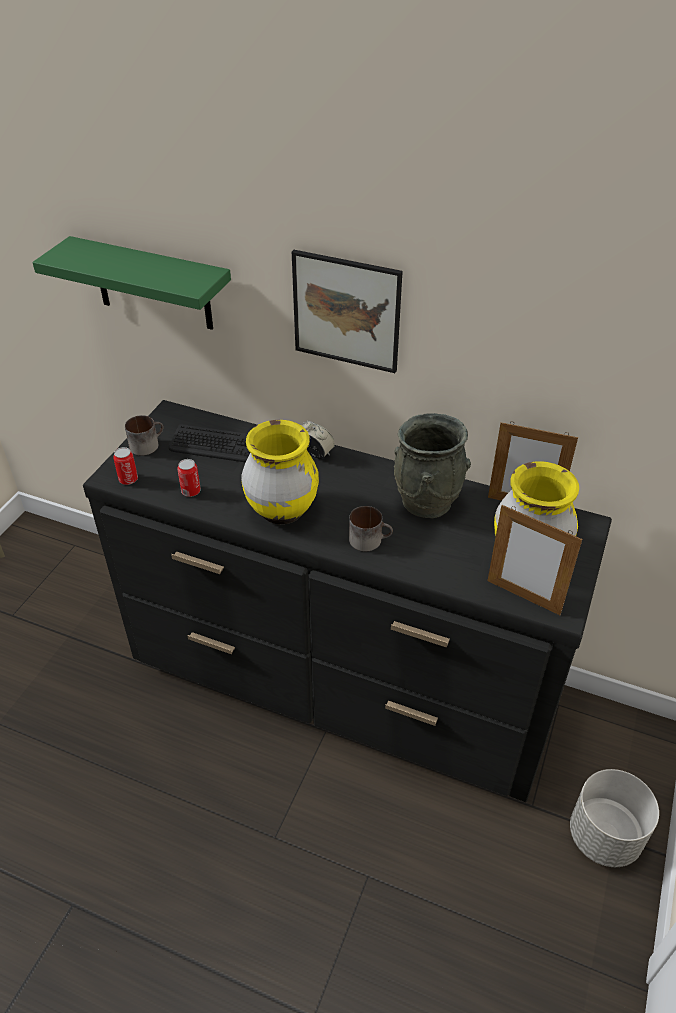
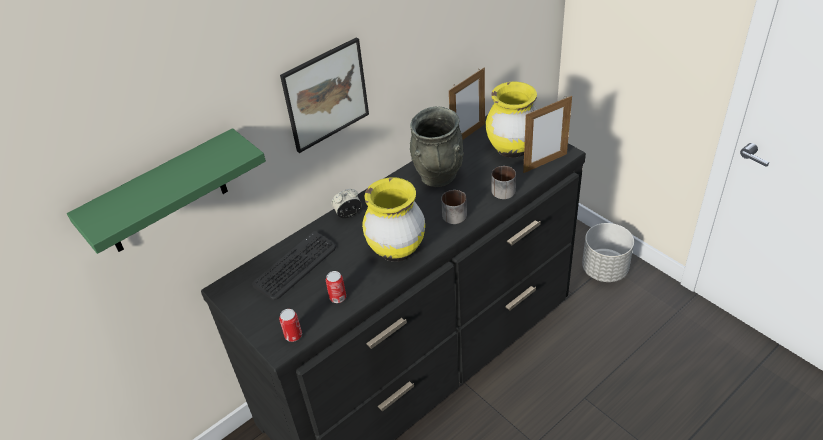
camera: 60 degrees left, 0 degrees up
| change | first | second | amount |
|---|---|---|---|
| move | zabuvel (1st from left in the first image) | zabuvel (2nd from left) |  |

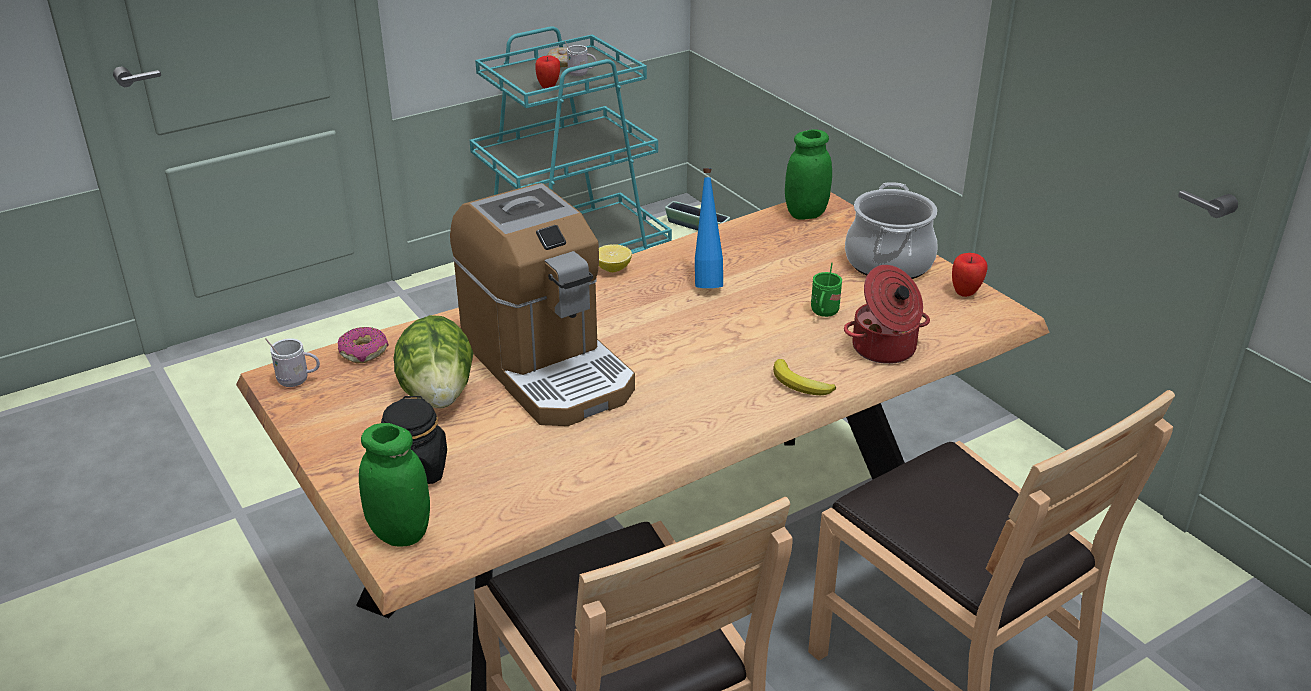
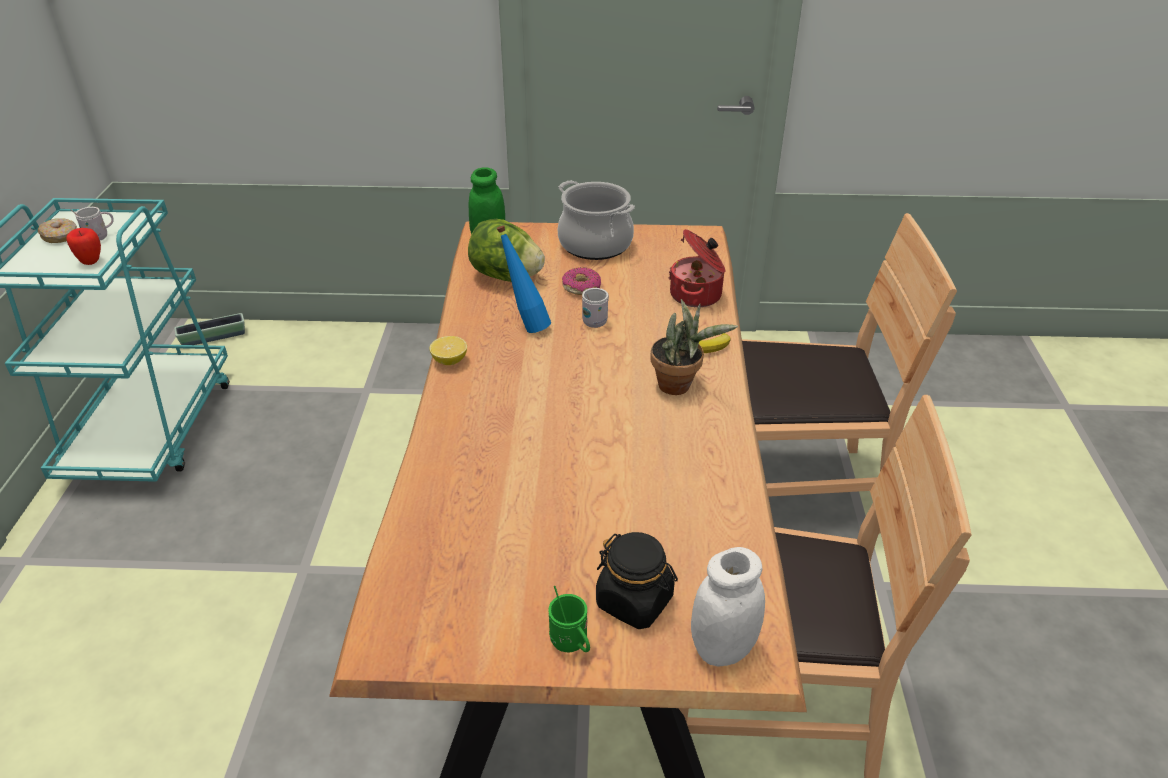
camera: 55 degrees left, 5 degrees up
| change | first | second | amount |
|---|---|---|---|
| delete | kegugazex |  |  |
| delete | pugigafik (2nd from left) |  |  |
| insert |  | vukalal |  |
| move | zabuvel (white) (1st from left in the first image) | zabuvel (white) (2nd from left) |  |
| move | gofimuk (1st from left in the first image) | gofimuk (2nd from left) |  |
| move | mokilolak |  |  |
| move | zabuvel (green) |  |  |
| recolor | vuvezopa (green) (1st from left) | vuvezopa (white) |  |

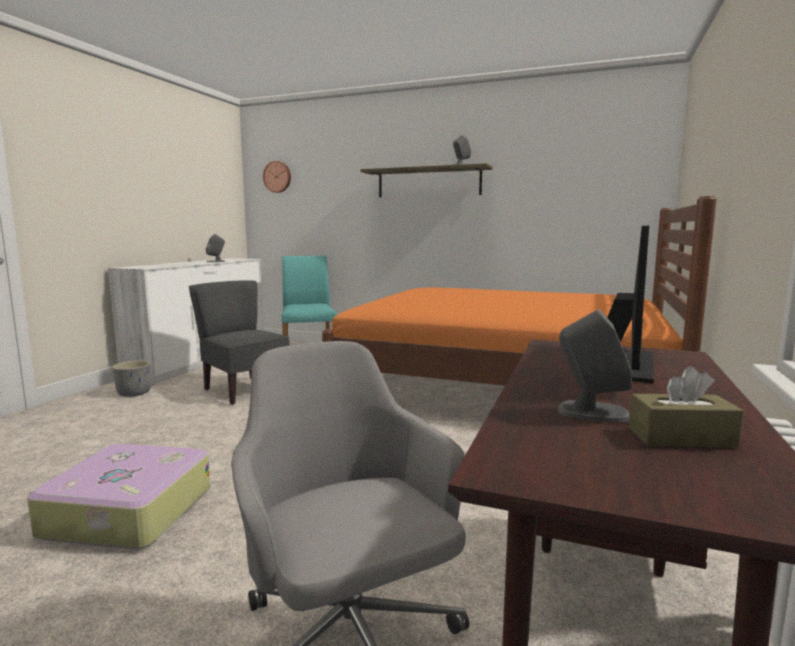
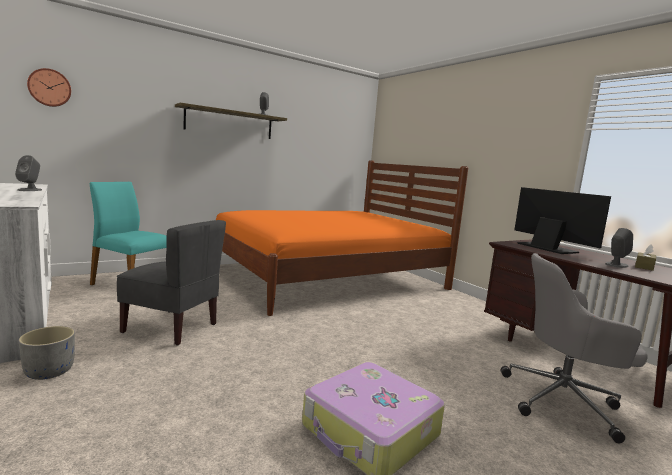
camera: 55 degrees left, 0 degrees up
| change | first | second | amount |
|---|---|---|---|
| rotate | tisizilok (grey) |  | 150 degrees counterclockwise |

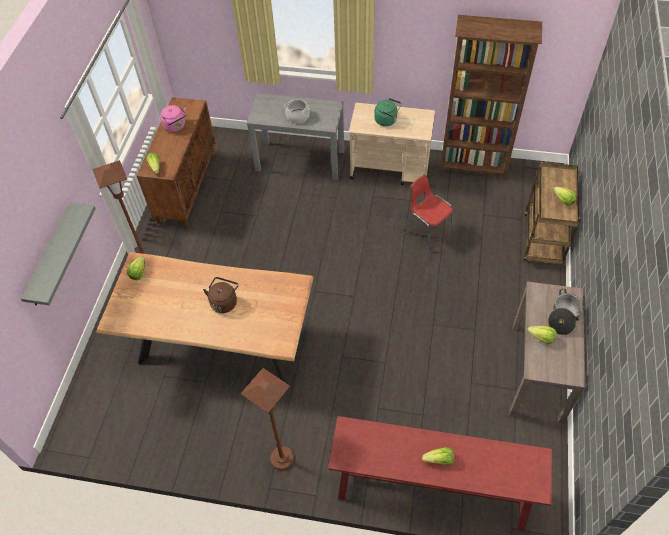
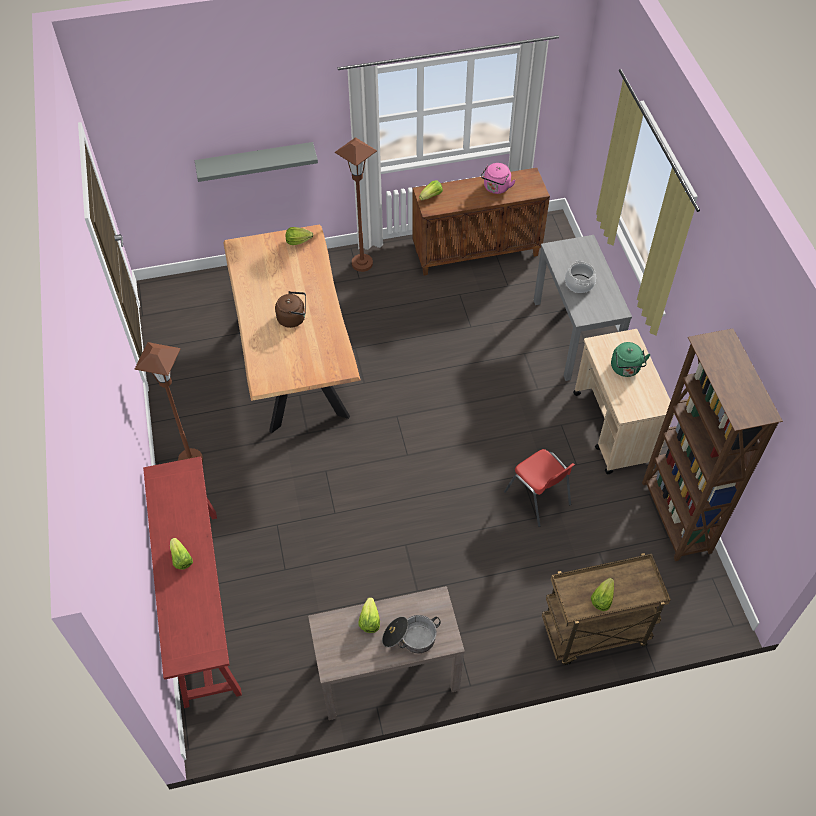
camera: 65 degrees right, 0 degrees up
| change | first | second | amount |
|---|---|---|---|
| rotate | tisizilok (red) |  | 120 degrees clockwise |

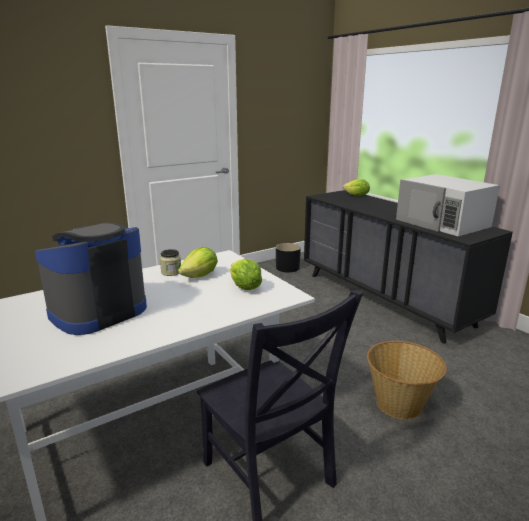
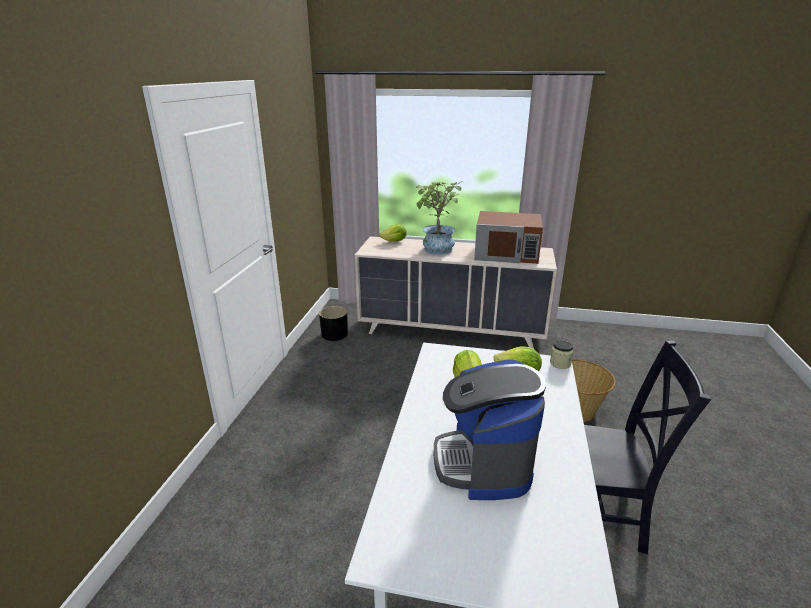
camera: 45 degrees left, 5 degrees up
| change | first | second | amount |
|---|---|---|---|
| insert |  | vukalal |  |
| move | vuvezopa |  |  |
| recolor | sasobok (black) | sasobok (beige) |  |
| recolor | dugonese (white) | dugonese (brown) |  |

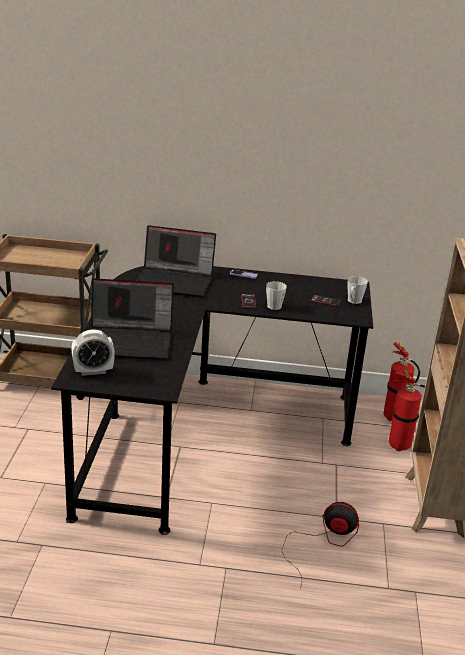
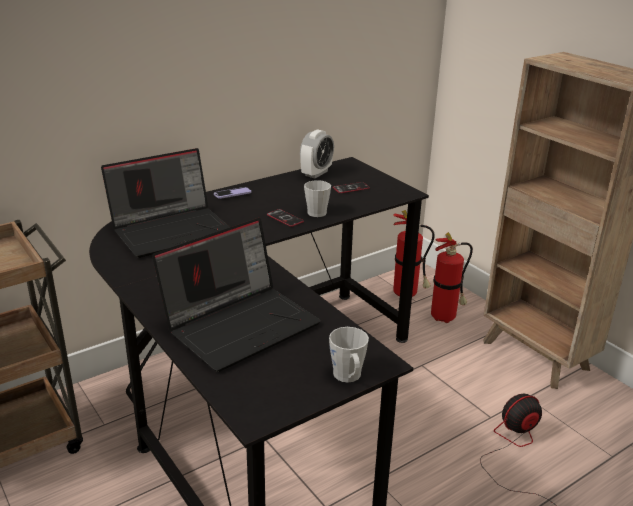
camera: 40 degrees left, 0 degrees up
| change | first | second | amount |
|---|---|---|---|
| move | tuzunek |  |  |
| move | zabuvel (grey) (2nd from left) |  |  |

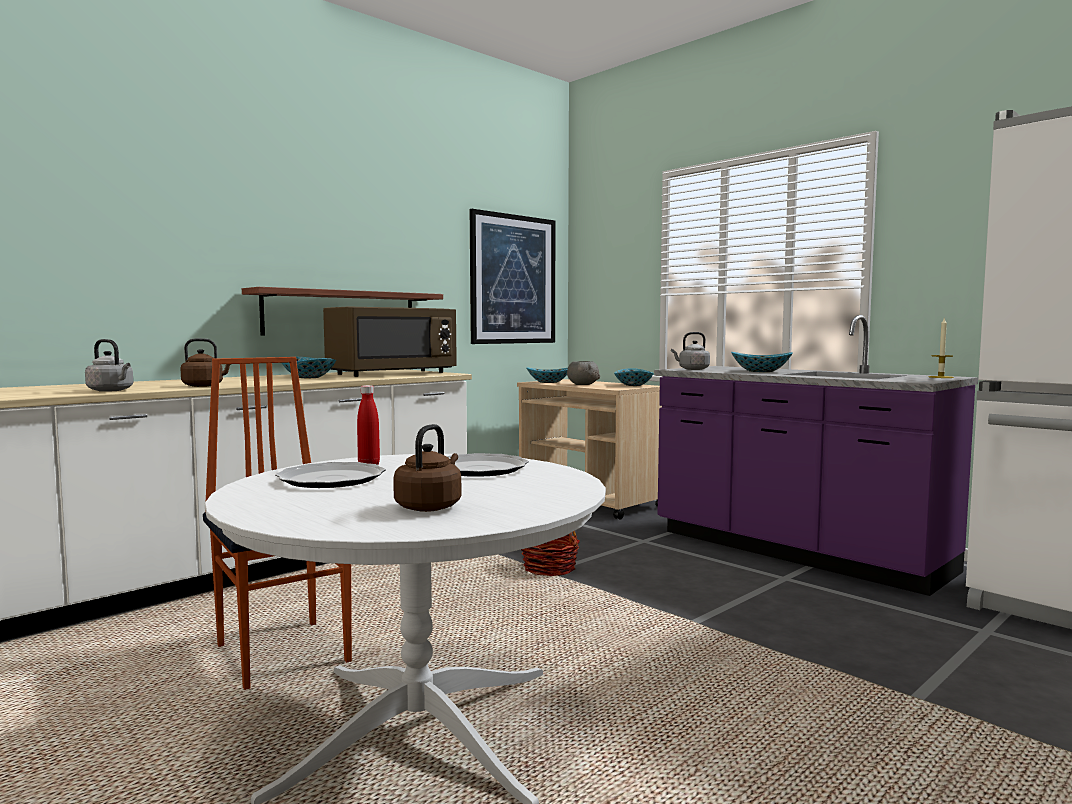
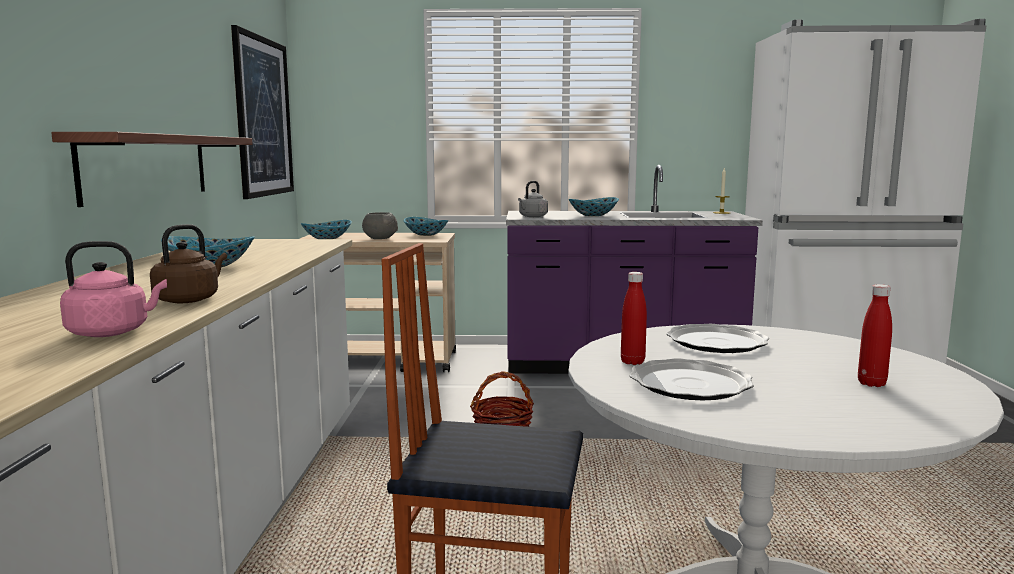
camera: 45 degrees left, 5 degrees up
| change | first | second | amount |
|---|---|---|---|
| delete | dugonese (brown) |  |  |
| replace | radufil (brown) (2nd from left) | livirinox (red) (2nd from left) |  |
| recolor | radufil (grey) (1st from left) | radufil (pink) |  |

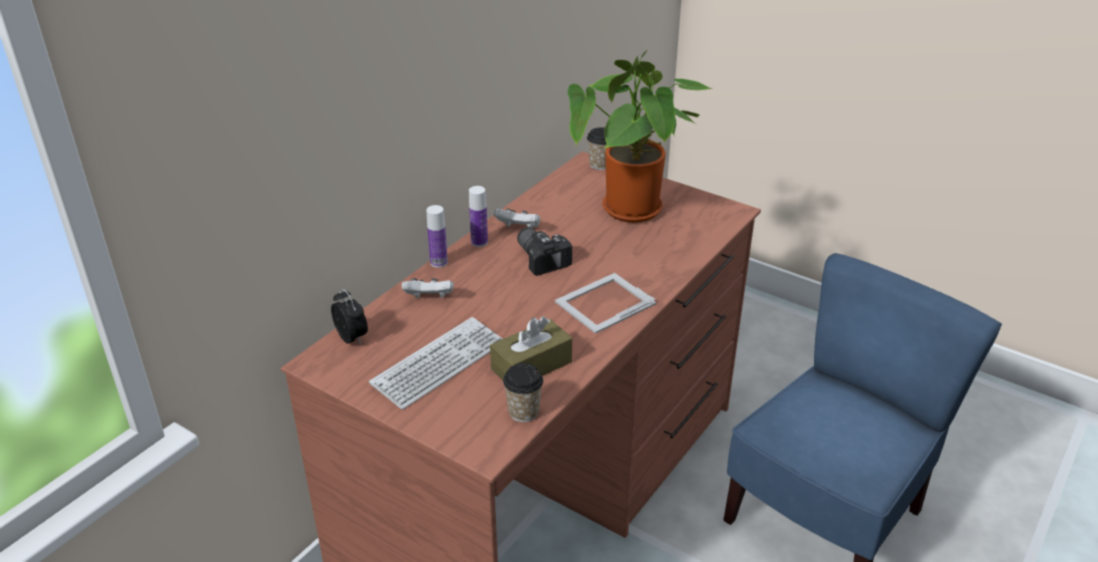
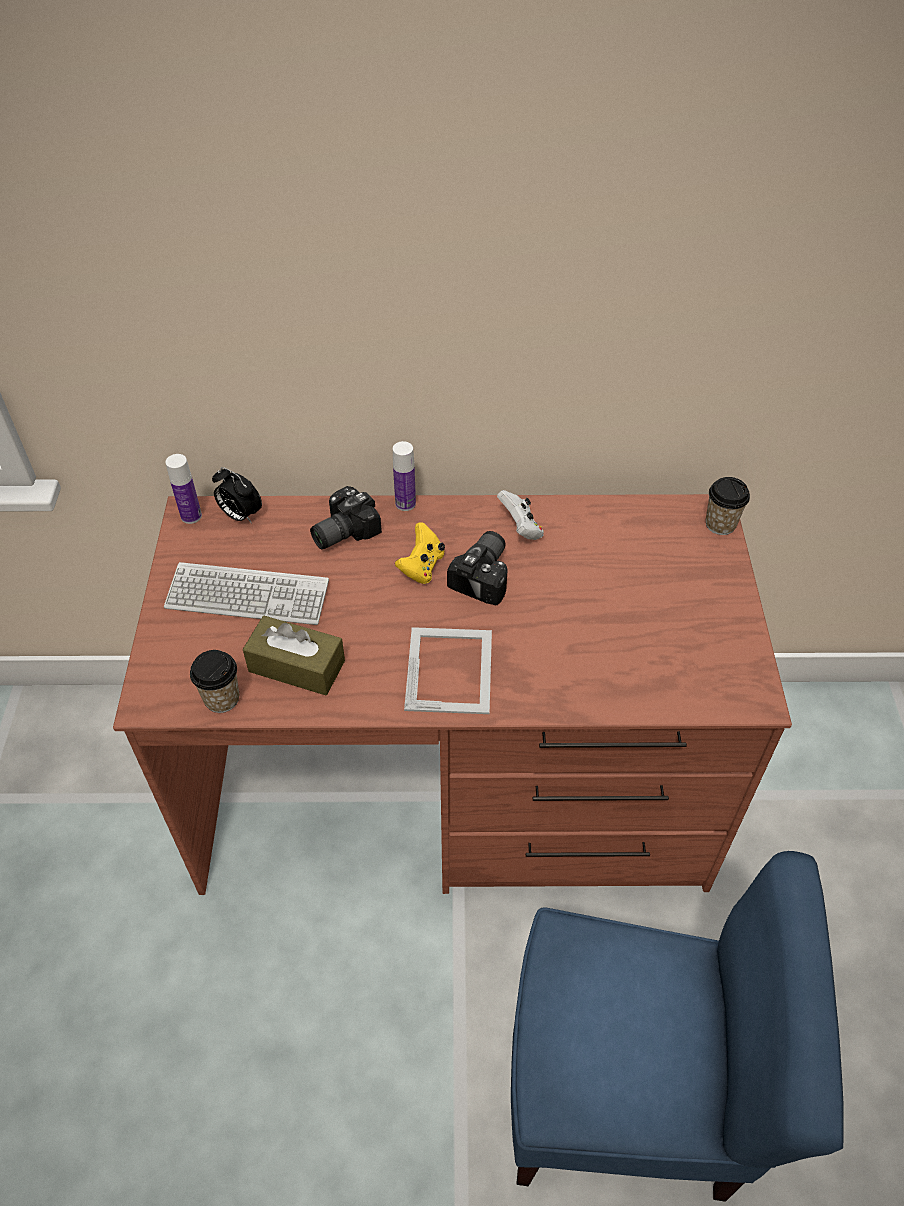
camera: 55 degrees right, 15 degrees up
| change | first | second | amount |
|---|---|---|---|
| delete | vukalal |  |  |
| insert |  | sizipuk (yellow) |  |
| move | livirinox (2nd from left in the first image) | livirinox (1st from left) |  |
| replace | sizipuk (white) (1st from left) | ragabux (1st from left) |  |
| rotate | tuzunek |  | 105 degrees clockwise |
| rotate | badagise |  | 75 degrees clockwise |

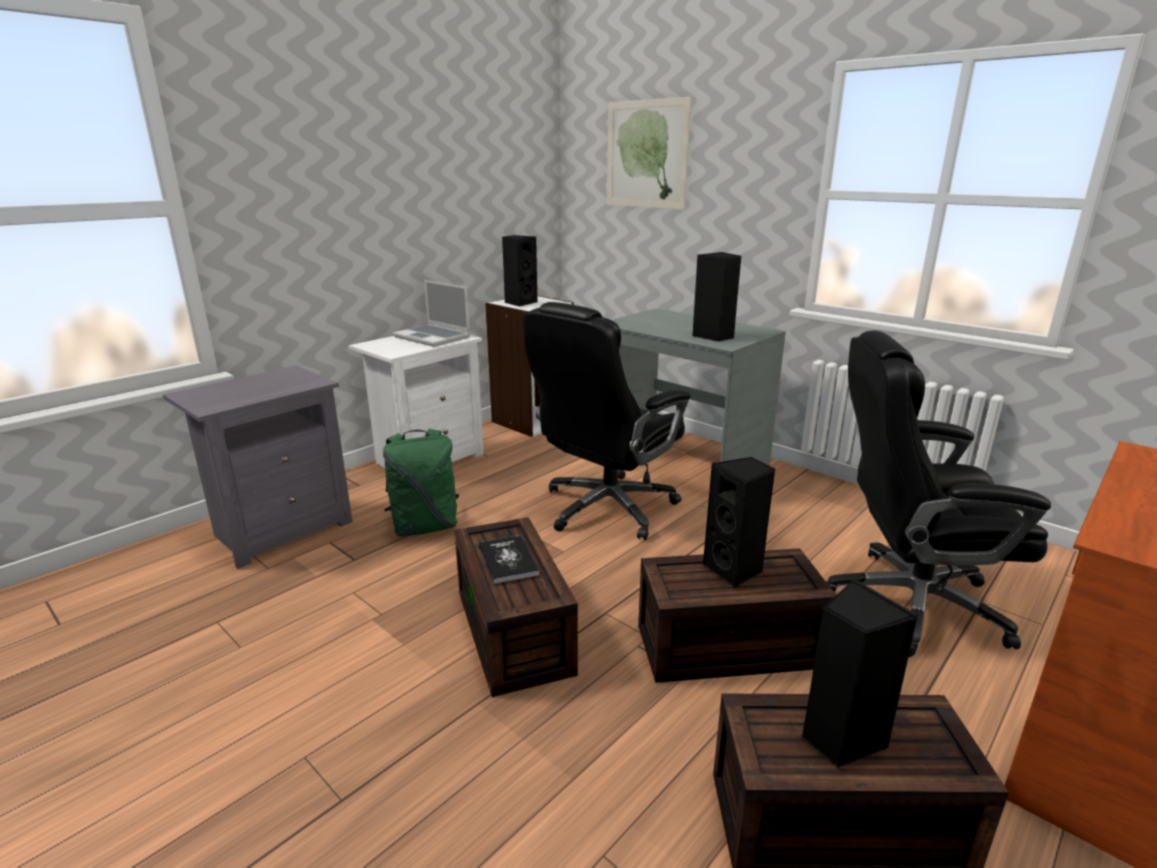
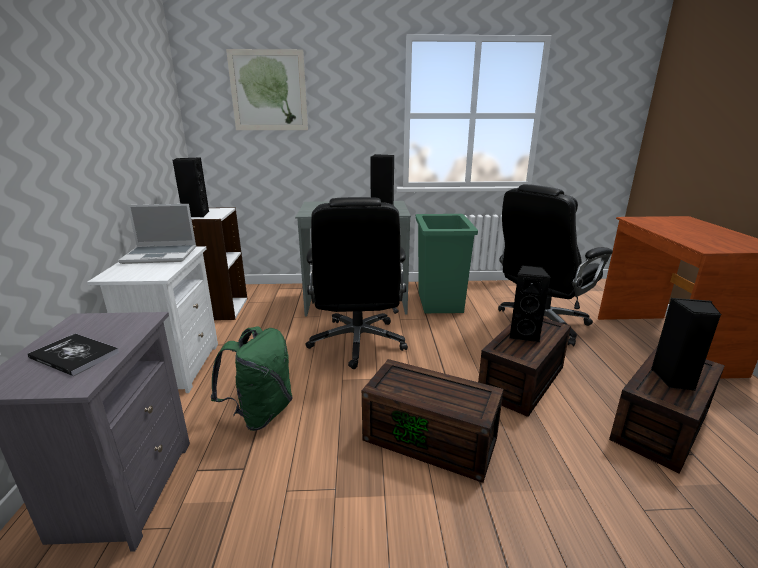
camera: 45 degrees left, 0 degrees up
| change | first | second | amount |
|---|---|---|---|
| insert |  | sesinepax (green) |  |
| move | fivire |  |  |

